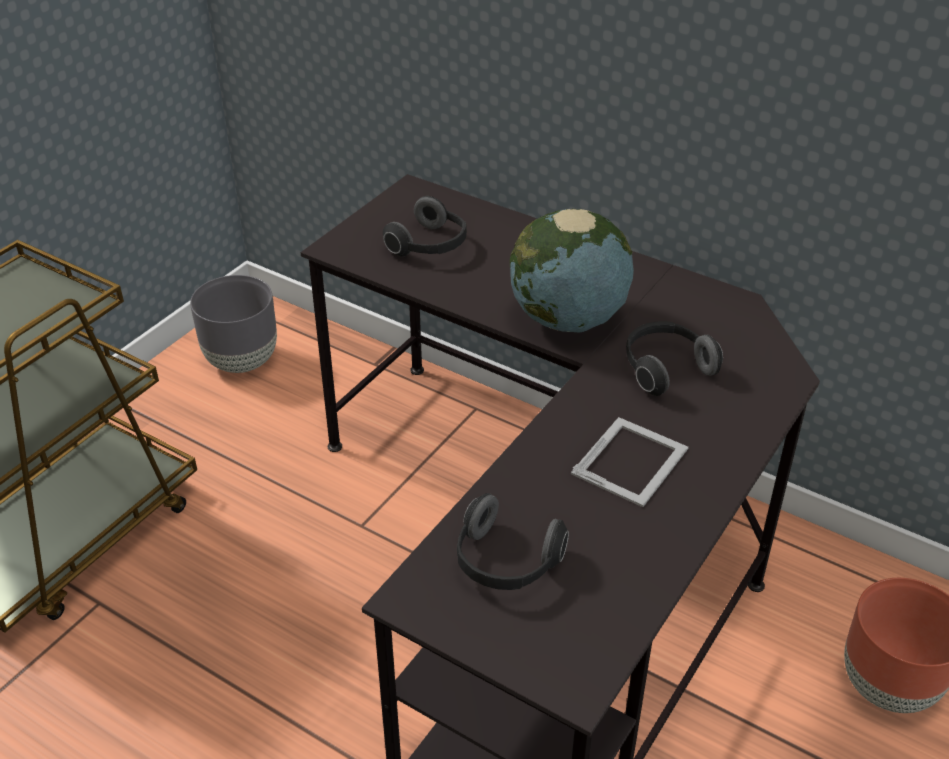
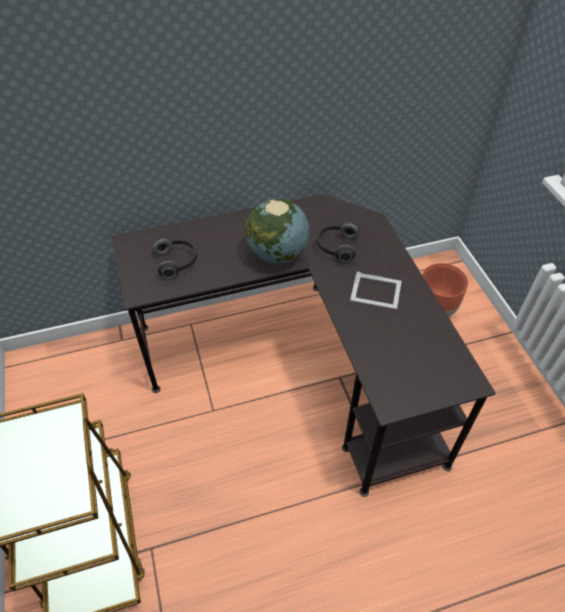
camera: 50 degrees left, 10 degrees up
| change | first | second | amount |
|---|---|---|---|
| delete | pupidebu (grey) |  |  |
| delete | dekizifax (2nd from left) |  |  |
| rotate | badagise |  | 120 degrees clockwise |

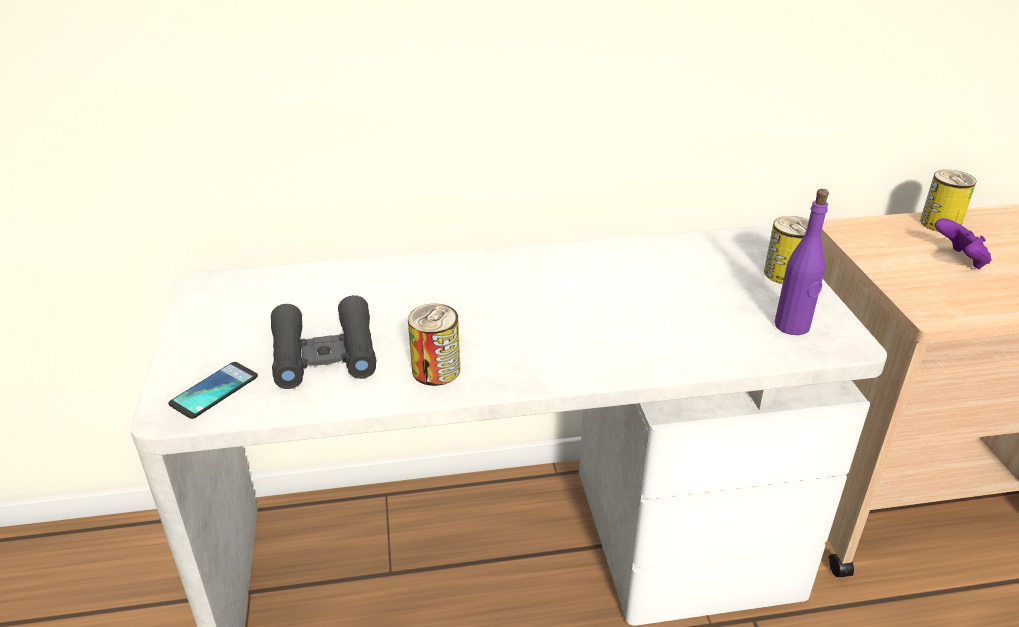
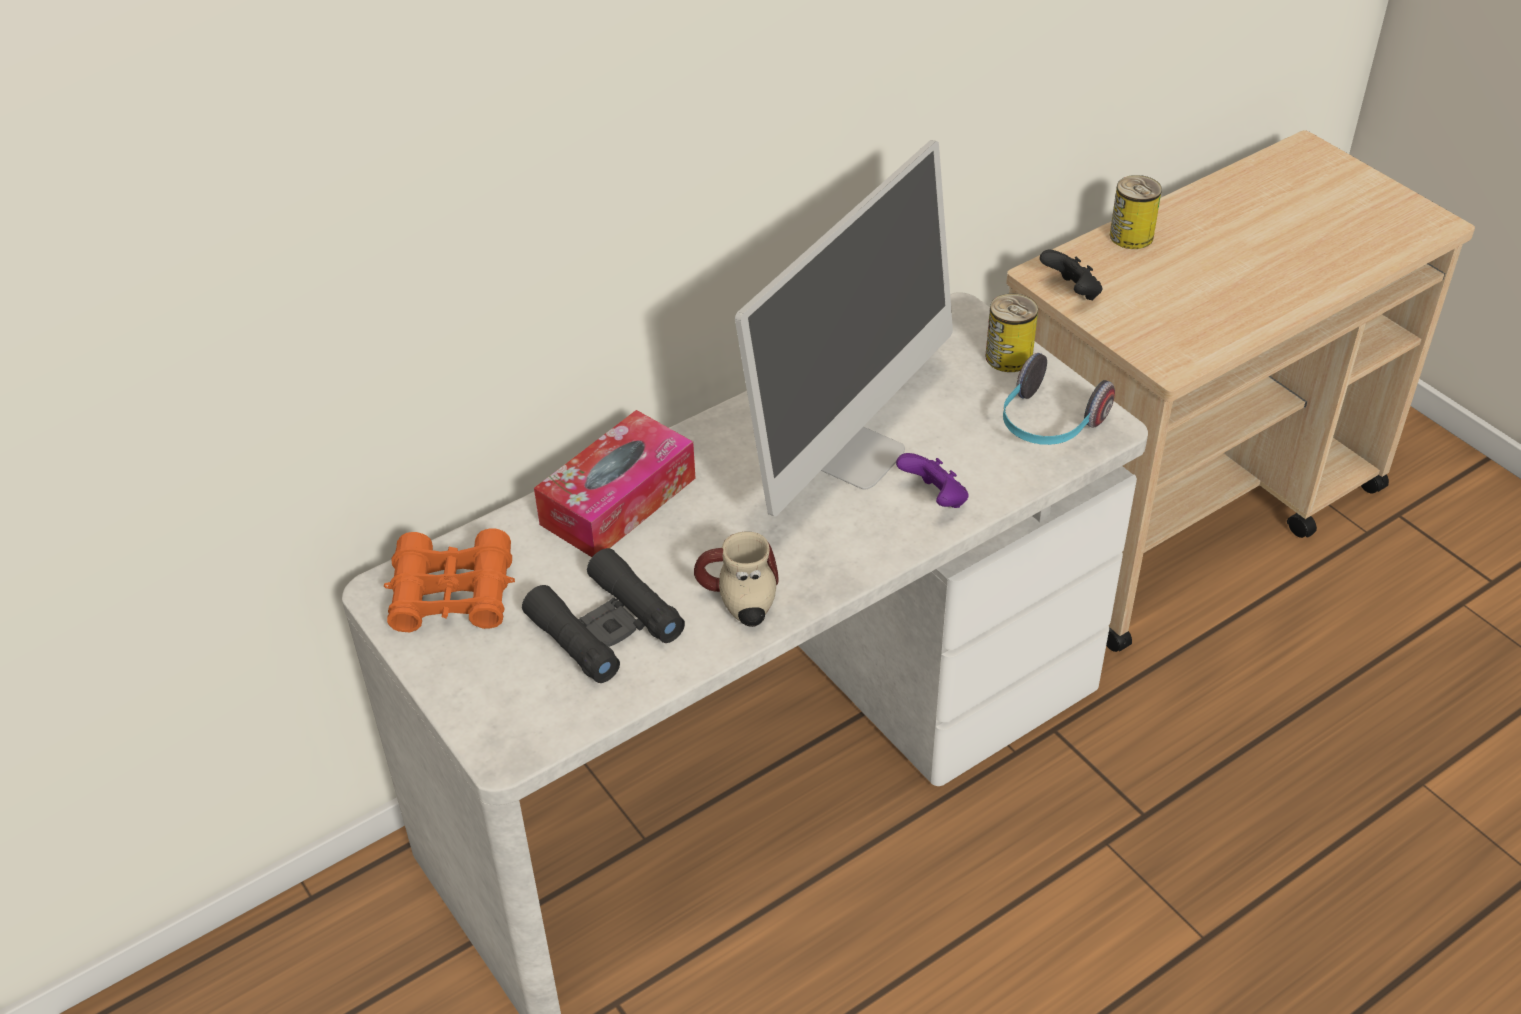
camera: 25 degrees left, 10 degrees up
| change | first | second | amount |
|---|---|---|---|
| delete | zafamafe |  |  |
| insert |  | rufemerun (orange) |  |
| insert |  | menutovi |  |
| insert |  | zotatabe |  |
| insert |  | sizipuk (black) |  |
| move | sizipuk (purple) |  |  |
| replace | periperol (1st from left) | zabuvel |  |
| replace | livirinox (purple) | dekizifax |  |

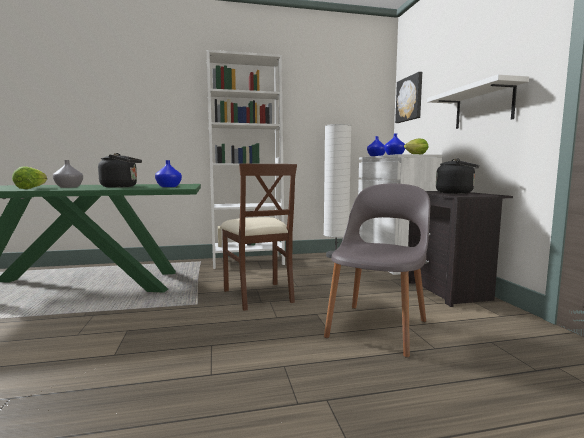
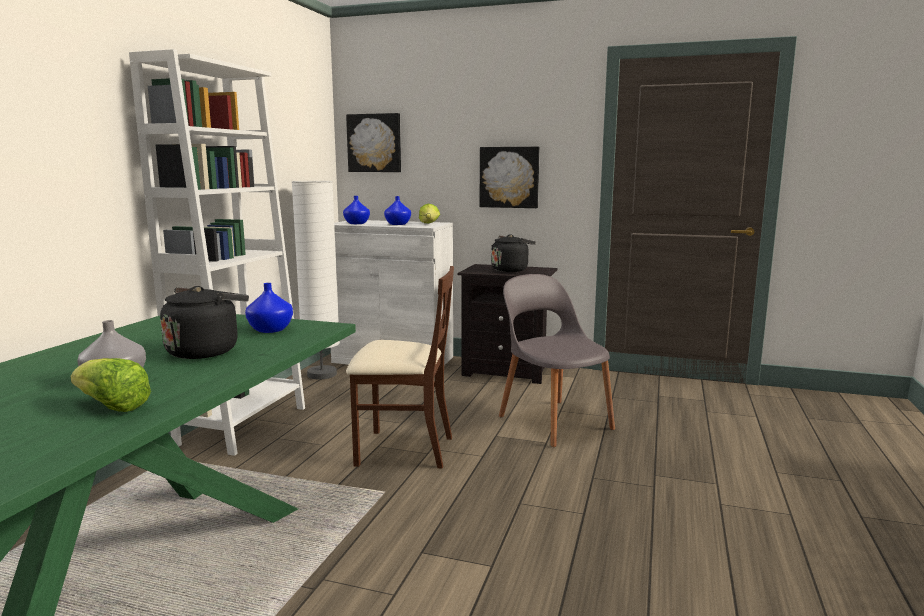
camera: 60 degrees left, 5 degrees up
| change | first | second | amount |
|---|---|---|---|
| replace | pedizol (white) | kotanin (2nd from left) |  |

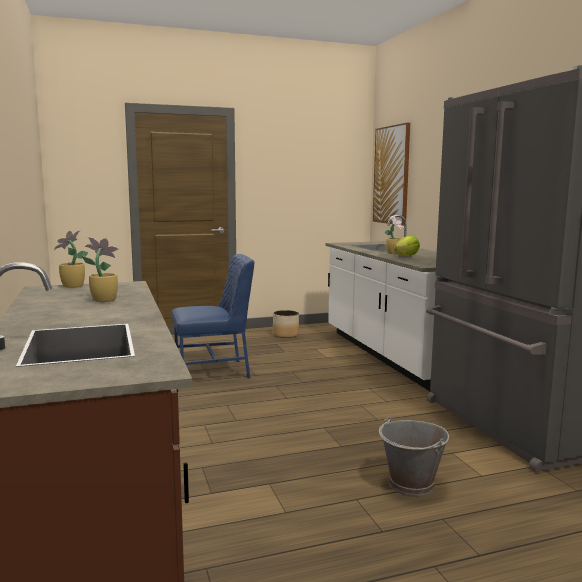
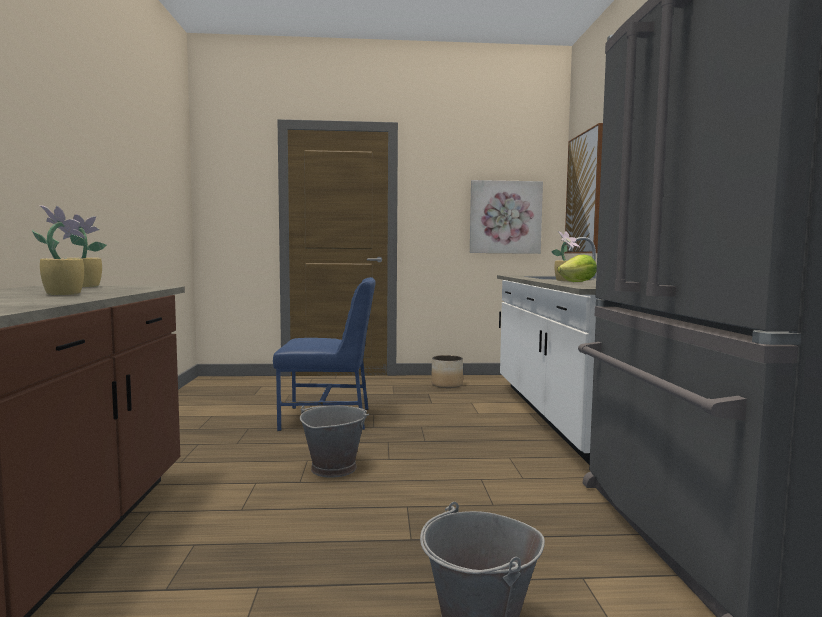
camera: 15 degrees right, 5 degrees down
| change | first | second | amount |
|---|---|---|---|
| insert |  | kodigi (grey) (1st from left) |  |
| insert |  | kotanin (1st from left) |  |

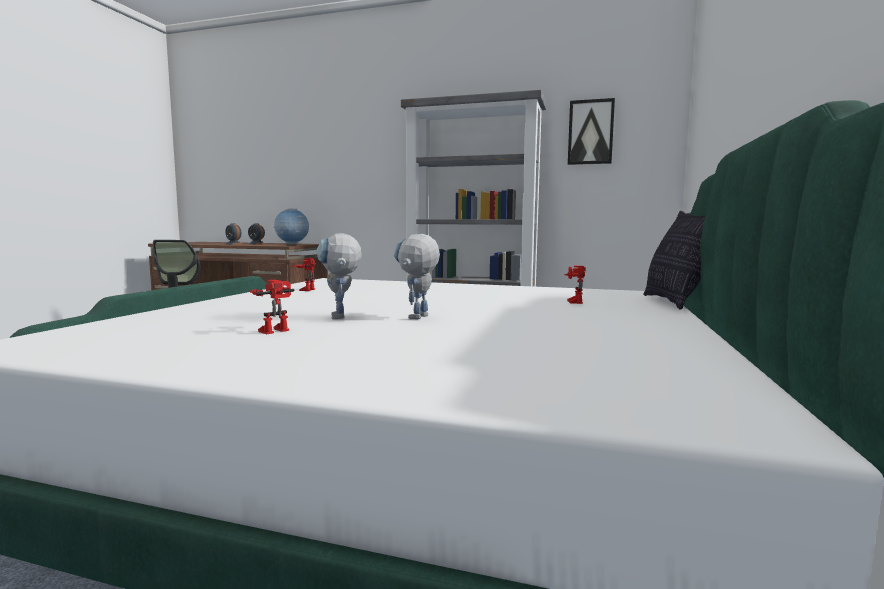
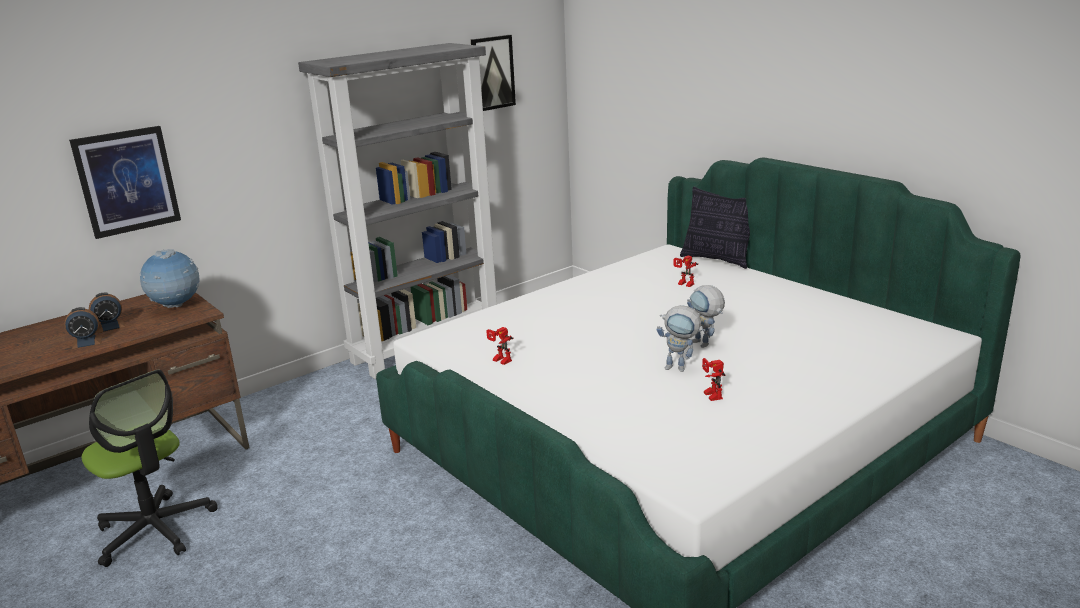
camera: 55 degrees left, 15 degrees up
| change | first | second | amount |
|---|---|---|---|
| insert |  | kotanin (1st from left) |  |

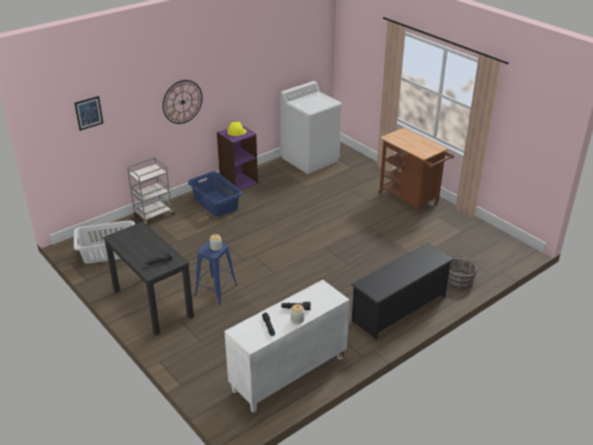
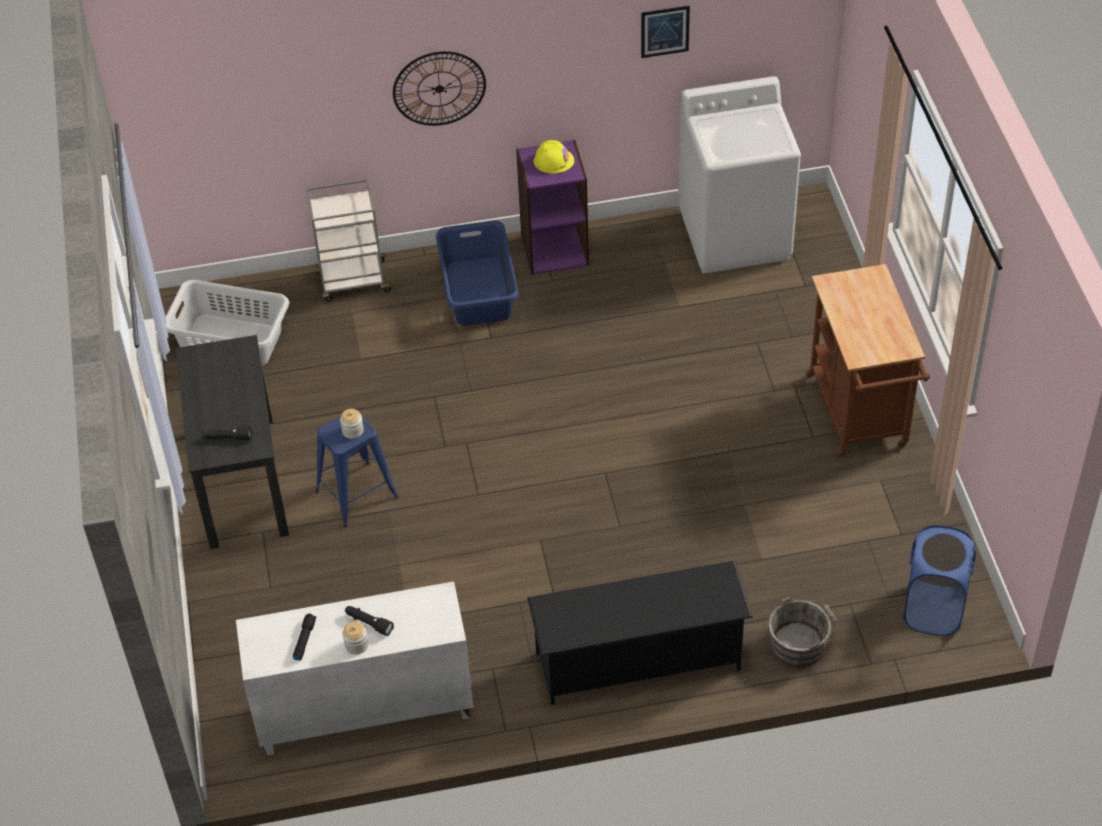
camera: 30 degrees right, 15 degrees up
| change | first | second | amount |
|---|---|---|---|
| insert |  | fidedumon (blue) (2nd from left) |  |
| move | kotanin |  |  |

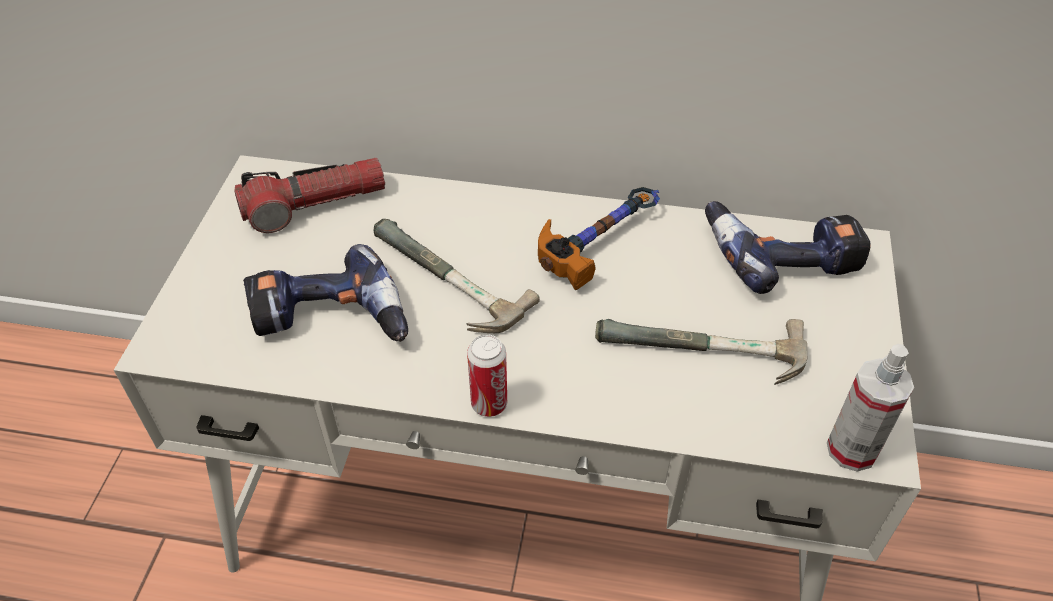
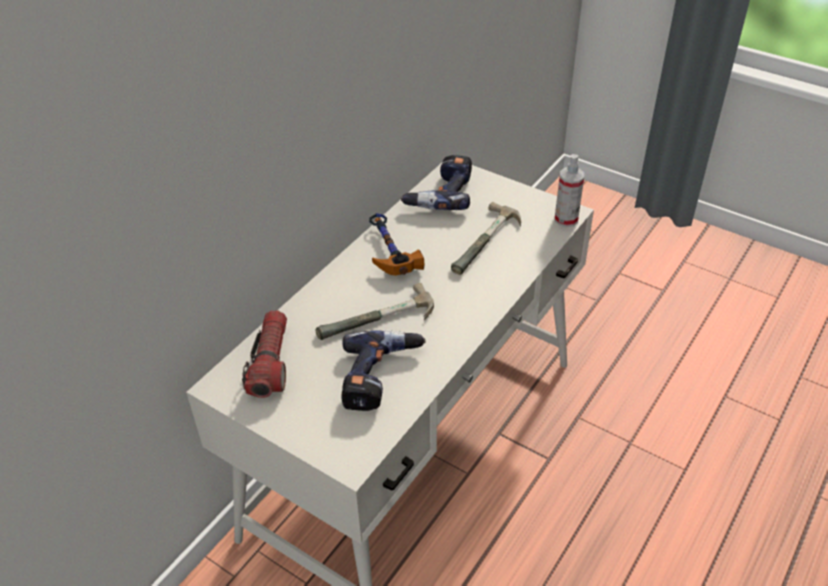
camera: 65 degrees left, 5 degrees down
| change | first | second | amount |
|---|---|---|---|
| delete | periperol |  |  |

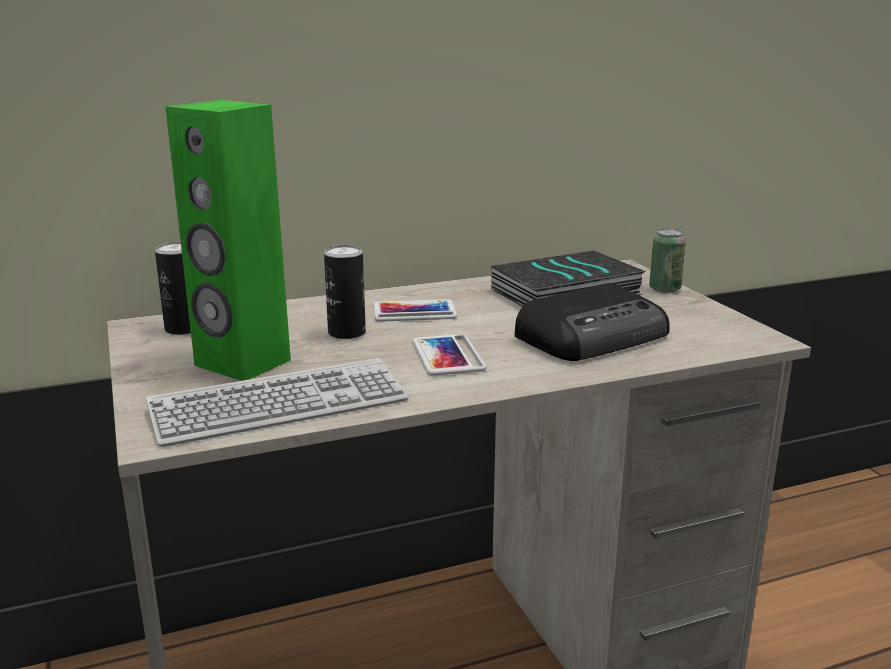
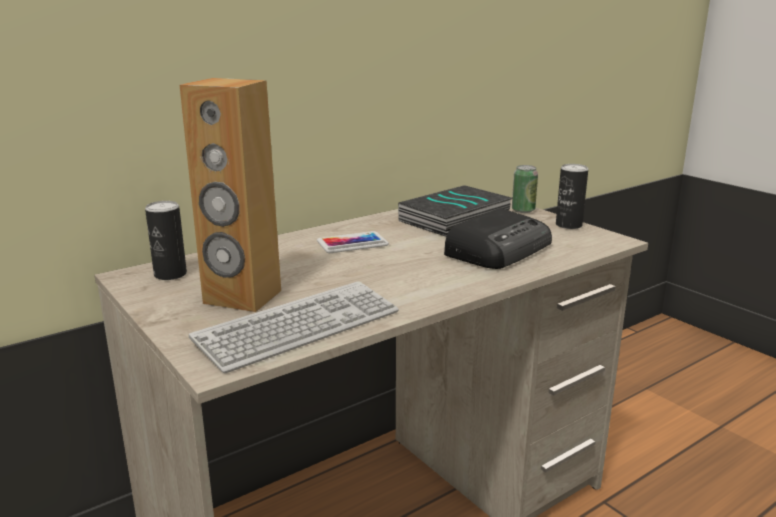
camera: 15 degrees left, 0 degrees up
| change | first | second | amount |
|---|---|---|---|
| delete | zafamafe (2nd from left) |  |  |
| move | periperol (2nd from left in the first image) | periperol (3rd from left) |  |
| recolor | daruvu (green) | daruvu (brown) |  |

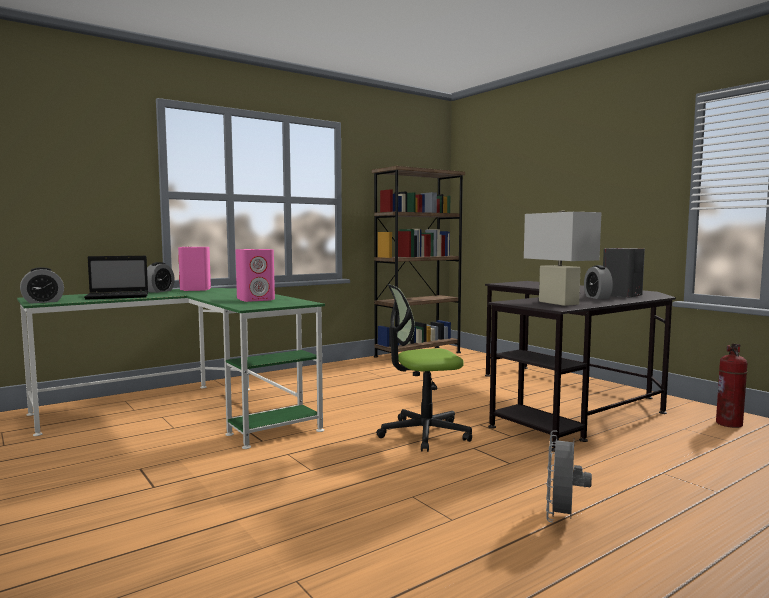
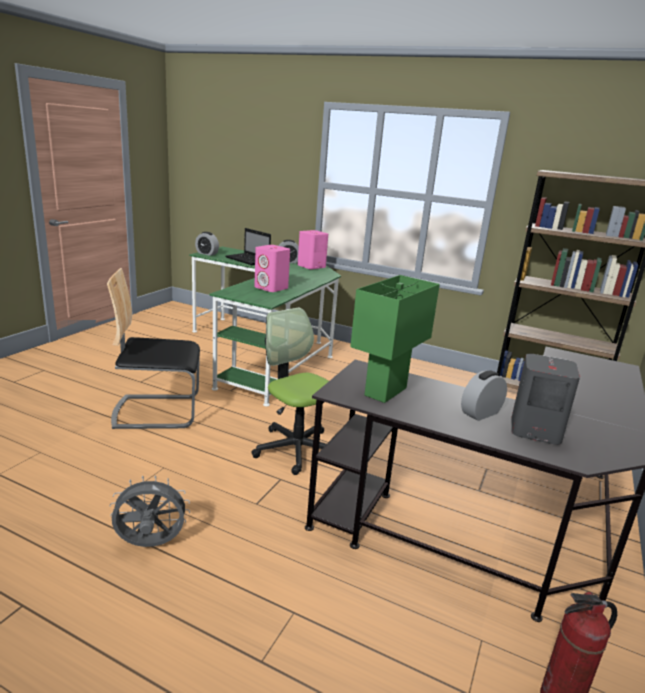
camera: 60 degrees right, 15 degrees up
| change | first | second | amount |
|---|---|---|---|
| insert |  | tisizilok |  |
| recolor | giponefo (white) | giponefo (green) |  |

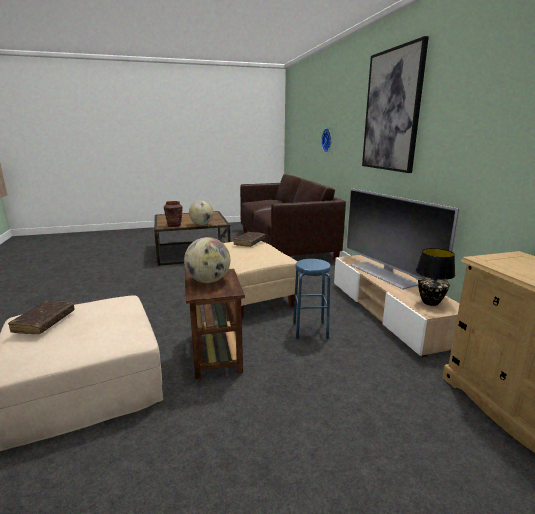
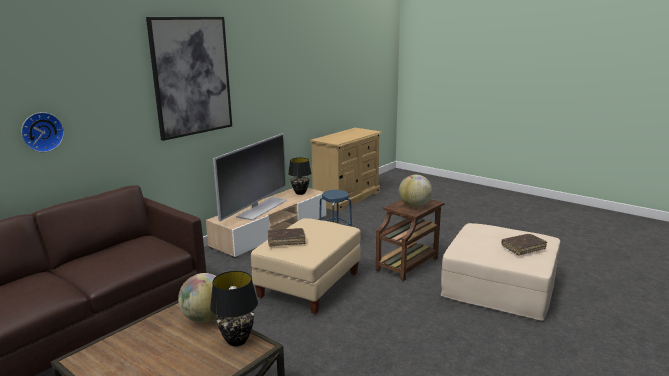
camera: 125 degrees left, 0 degrees up
| change | first | second | amount |
|---|---|---|---|
| replace | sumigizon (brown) | giponefo (black) (1st from left) |  |

